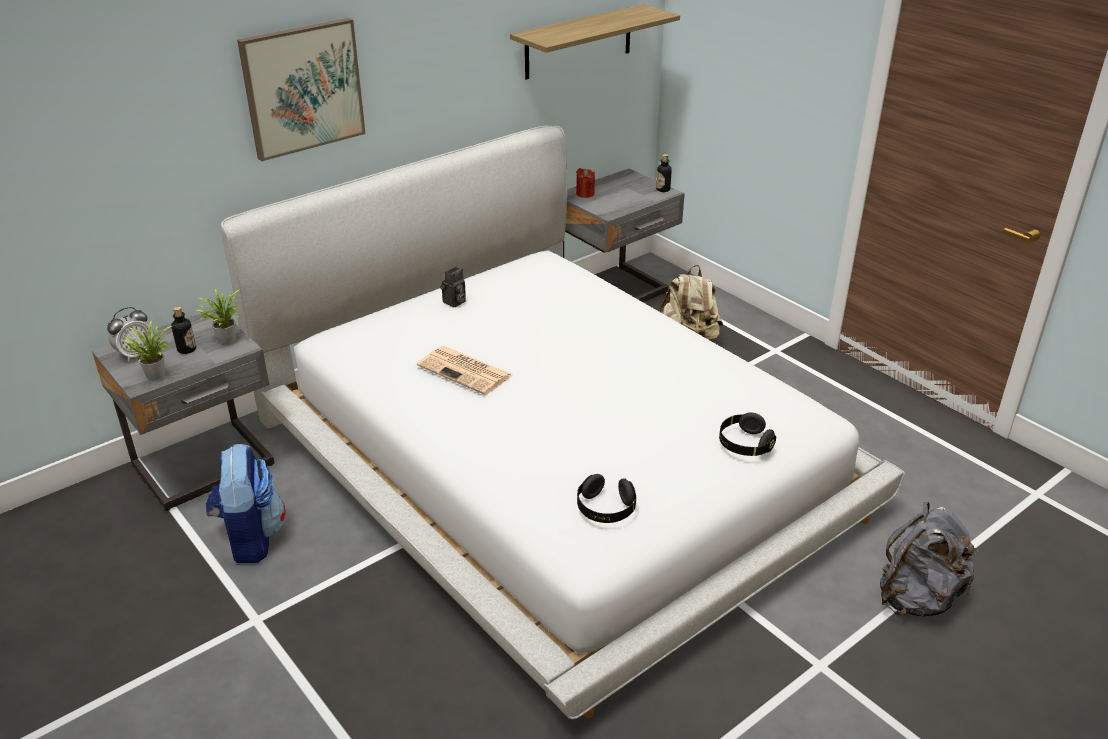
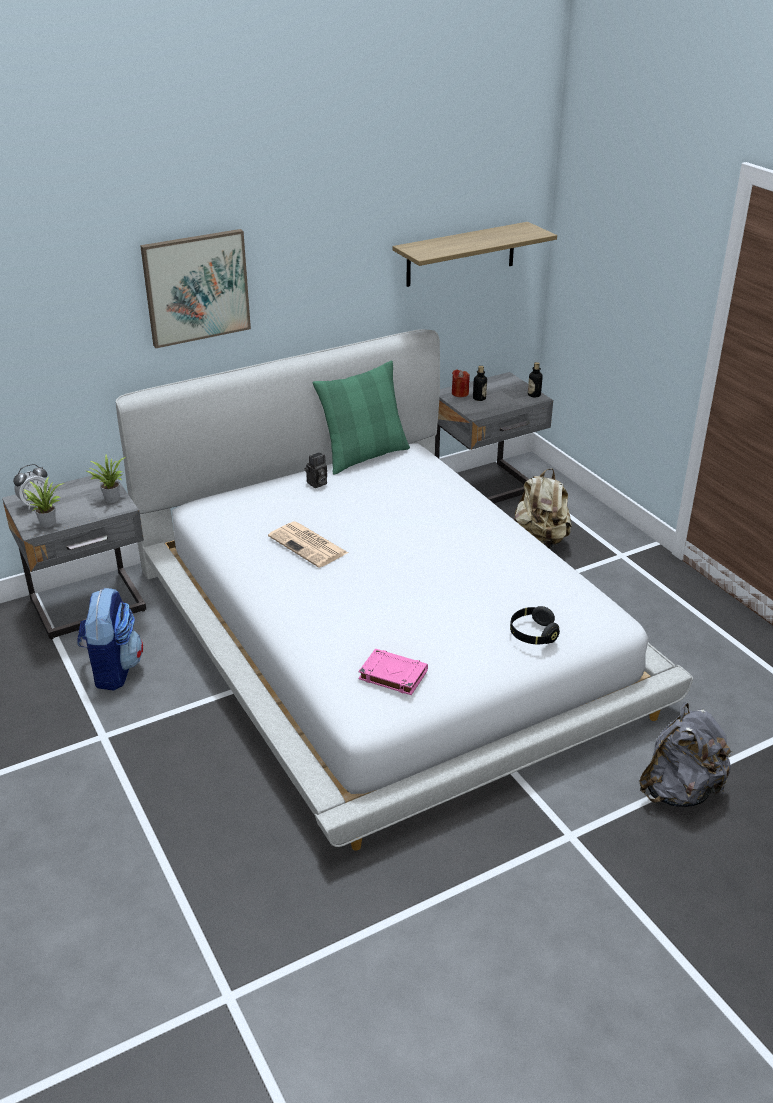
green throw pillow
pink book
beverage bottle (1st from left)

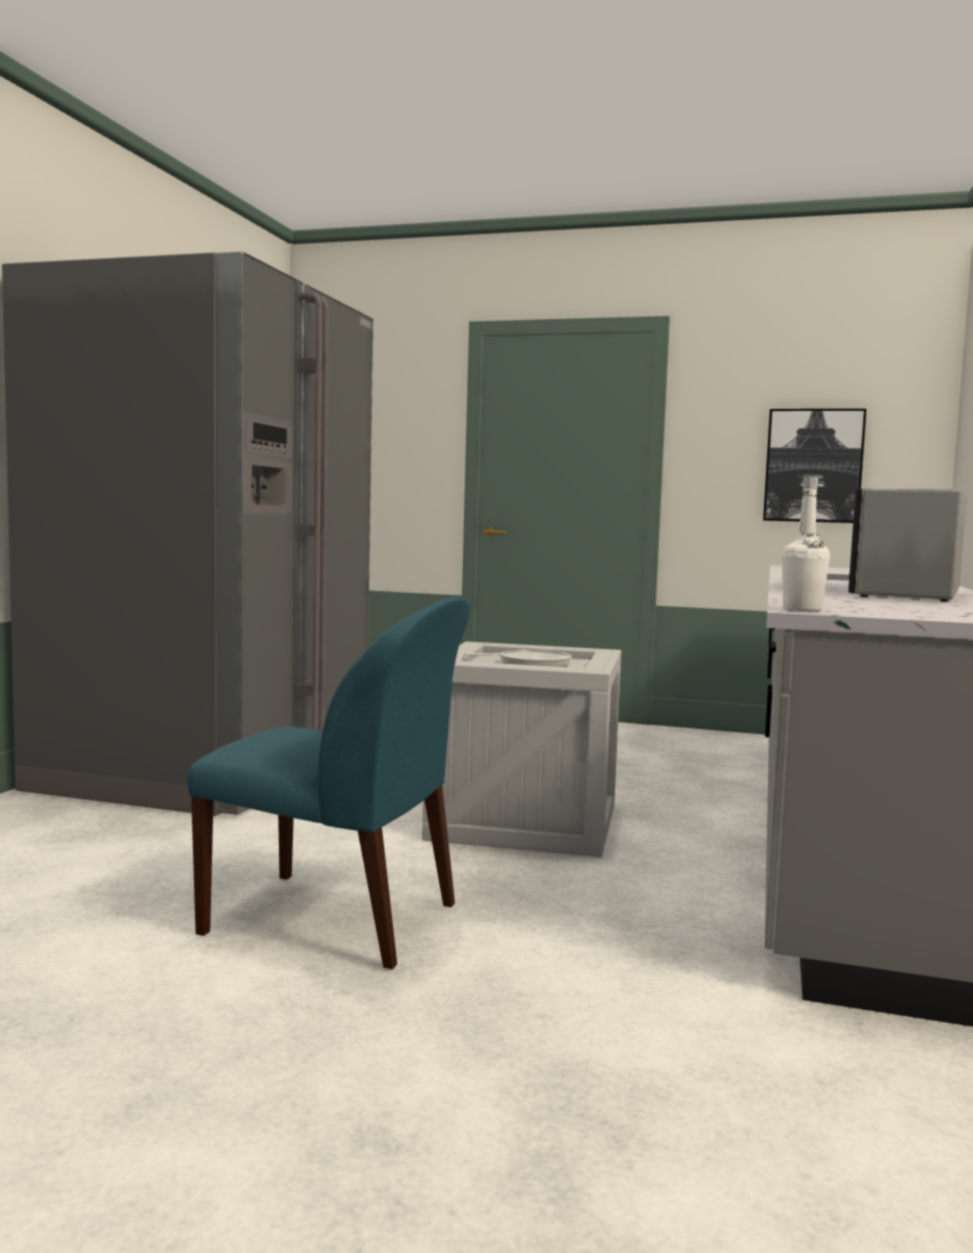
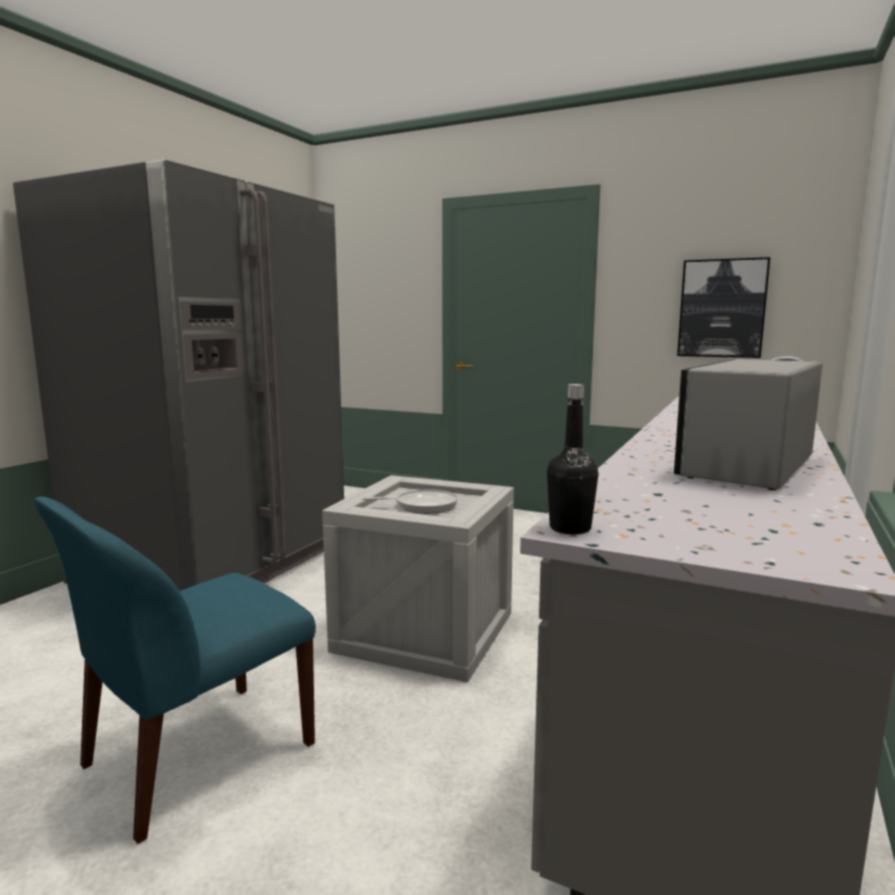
blue chair
blackish beverage bottle

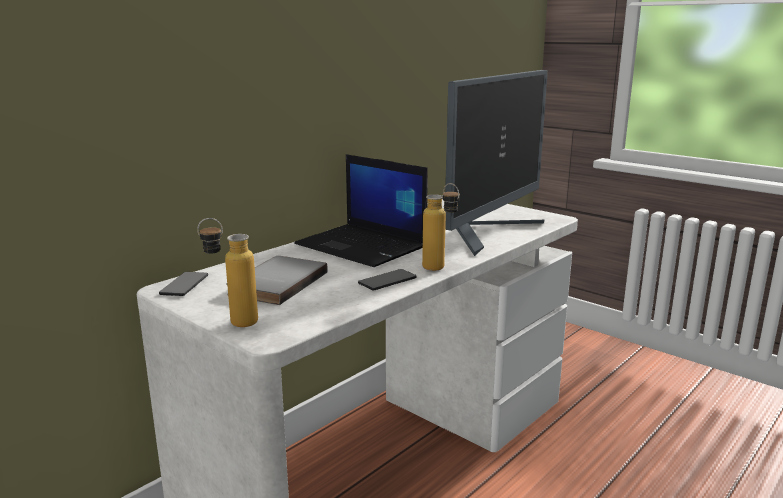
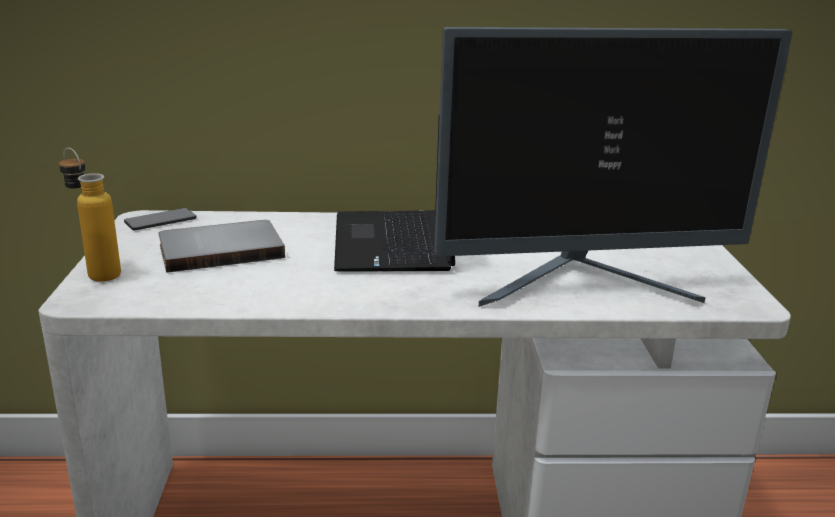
handset (2nd from left in the first image)
beverage bottle (2nd from left in the first image)

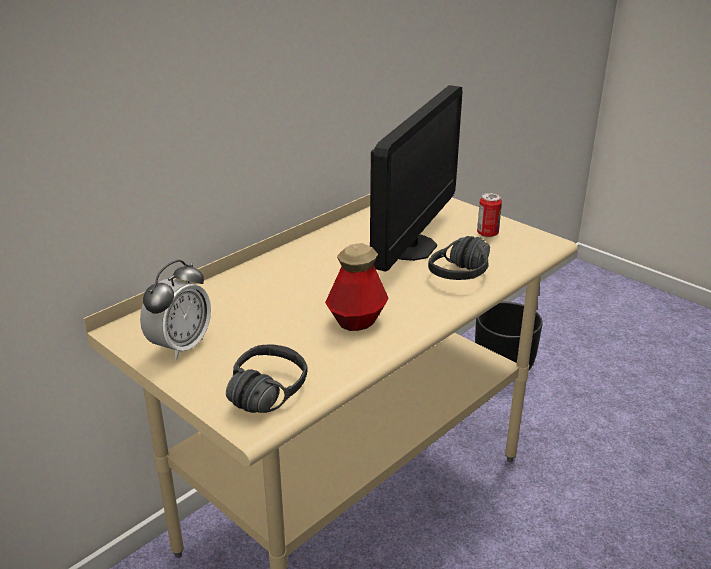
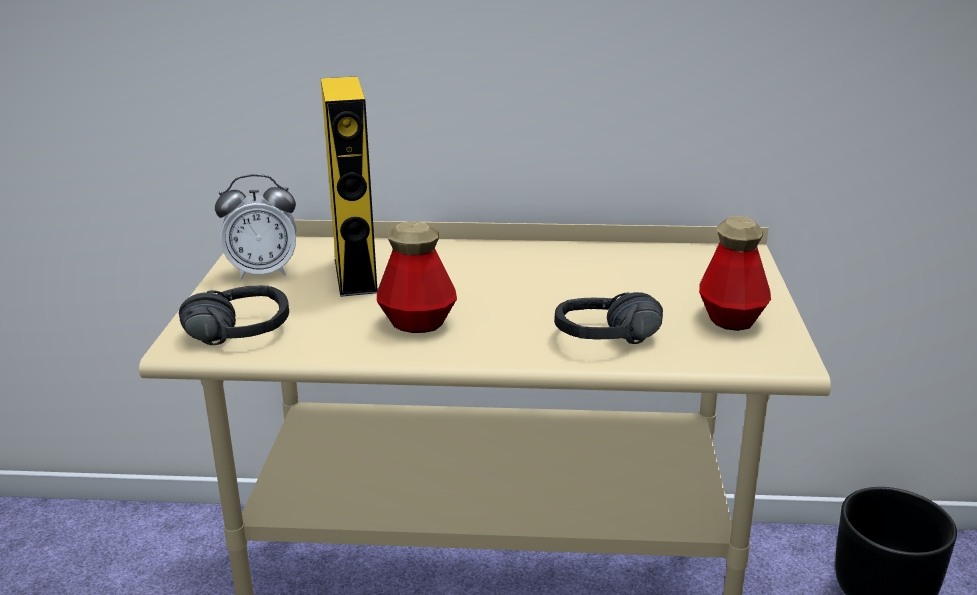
yellow audio speaker
beverage bottle (2nd from left)
computer display

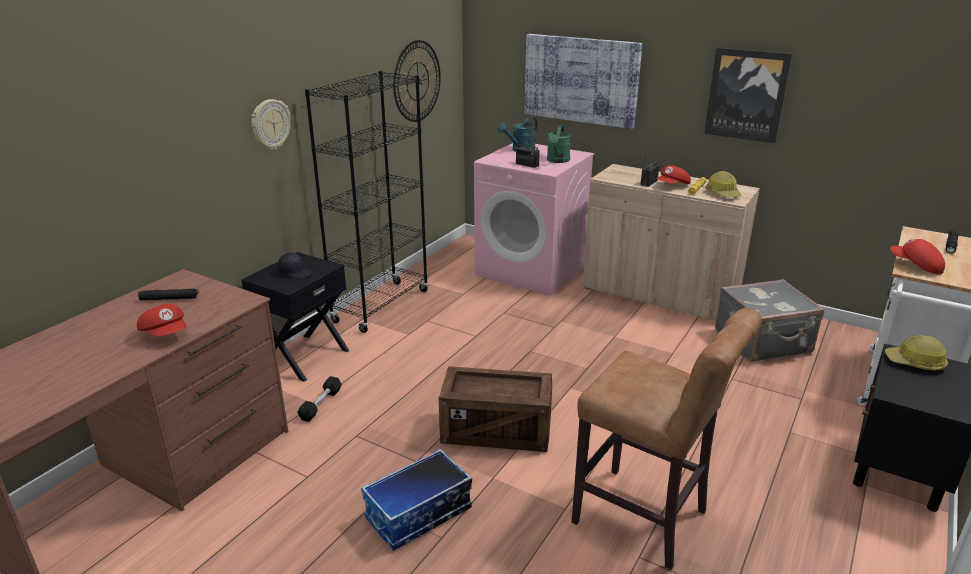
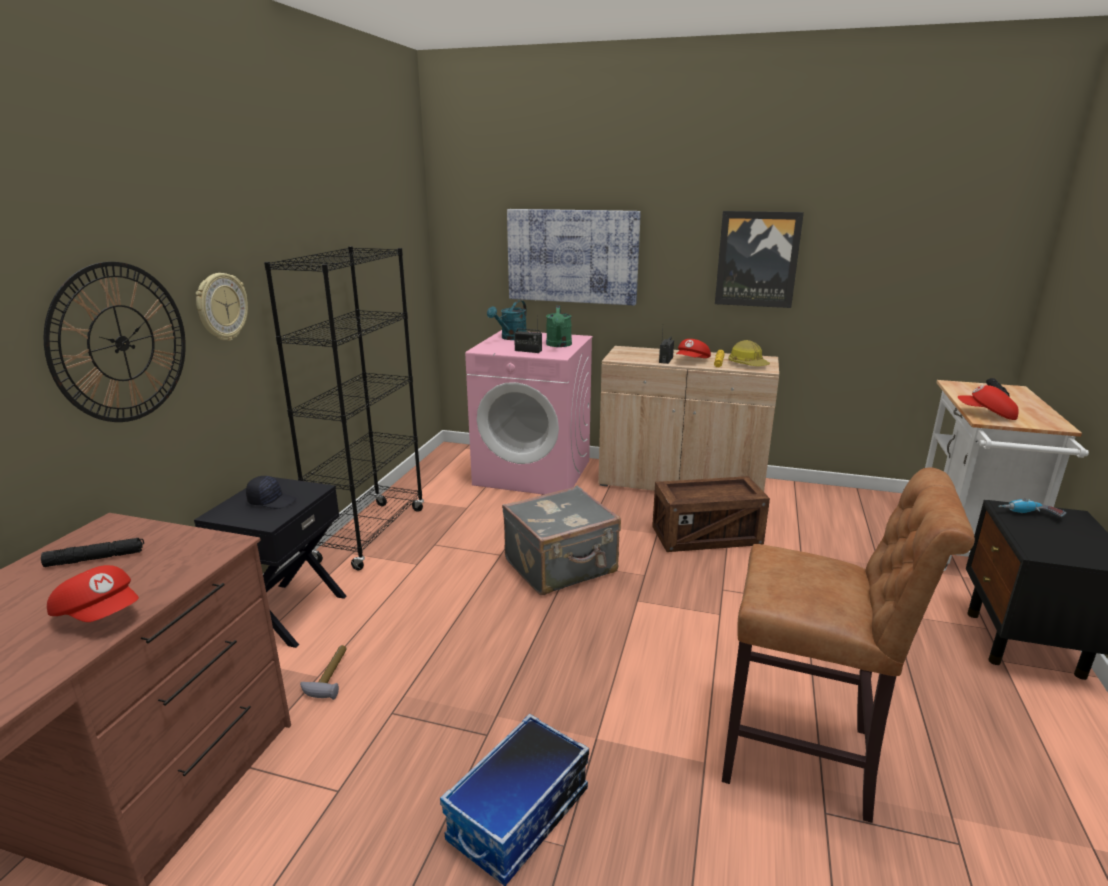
wall clock (1st from left)
tool hammer
greyish piece of luggage
packing crate
power drill

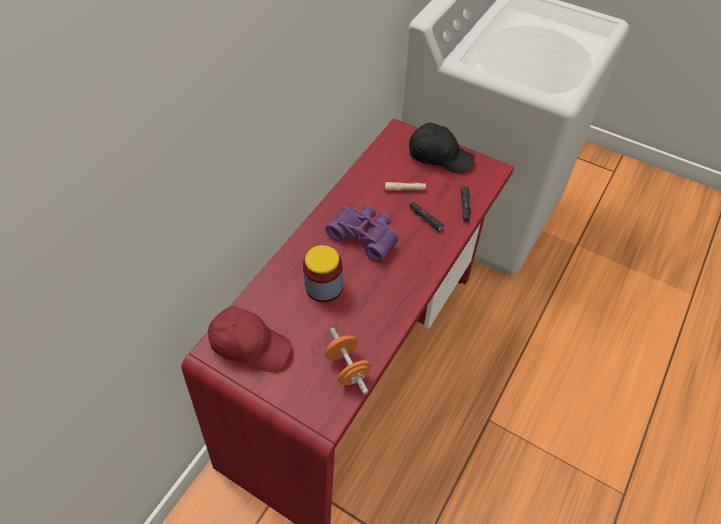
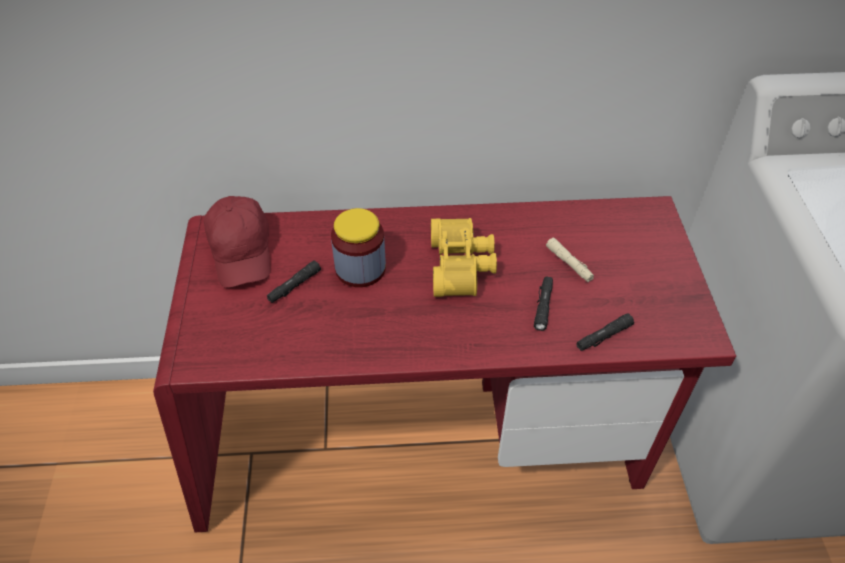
blackish flashlight (1st from left)
yellow binoculars
orange-coloured hand weight
blackish baseball cap

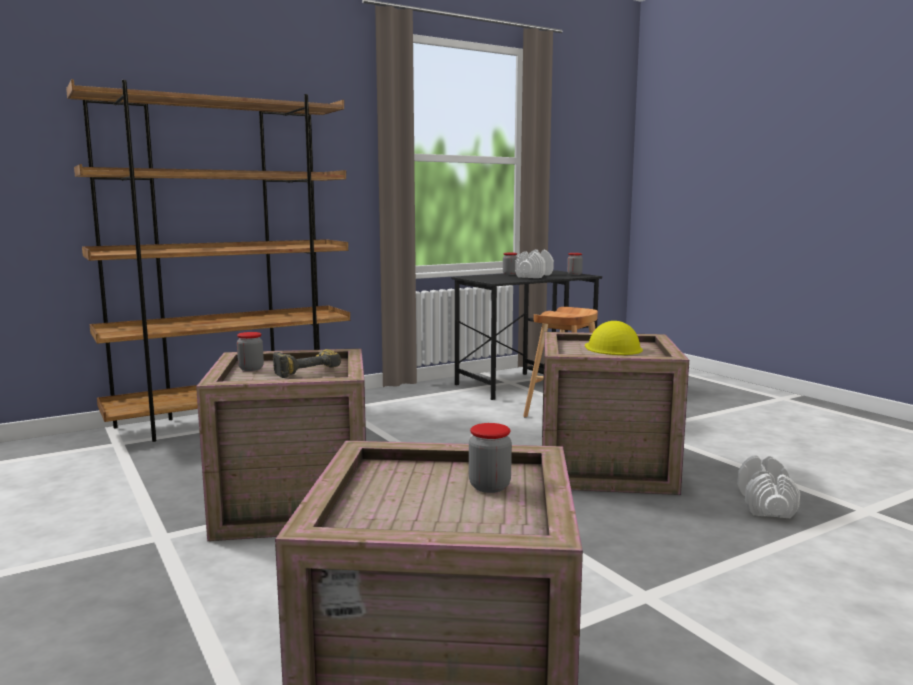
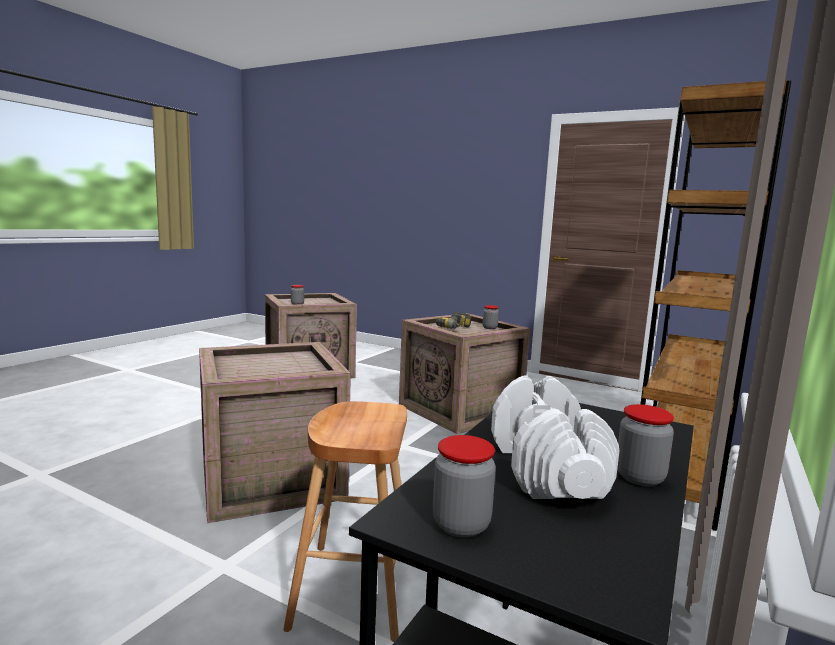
yellow work helmet
white hand weight (2nd from left in the first image)

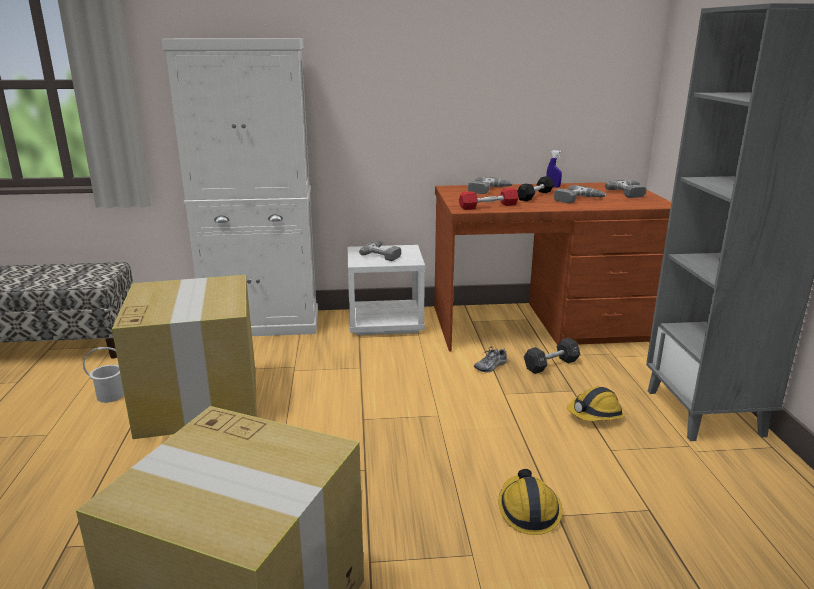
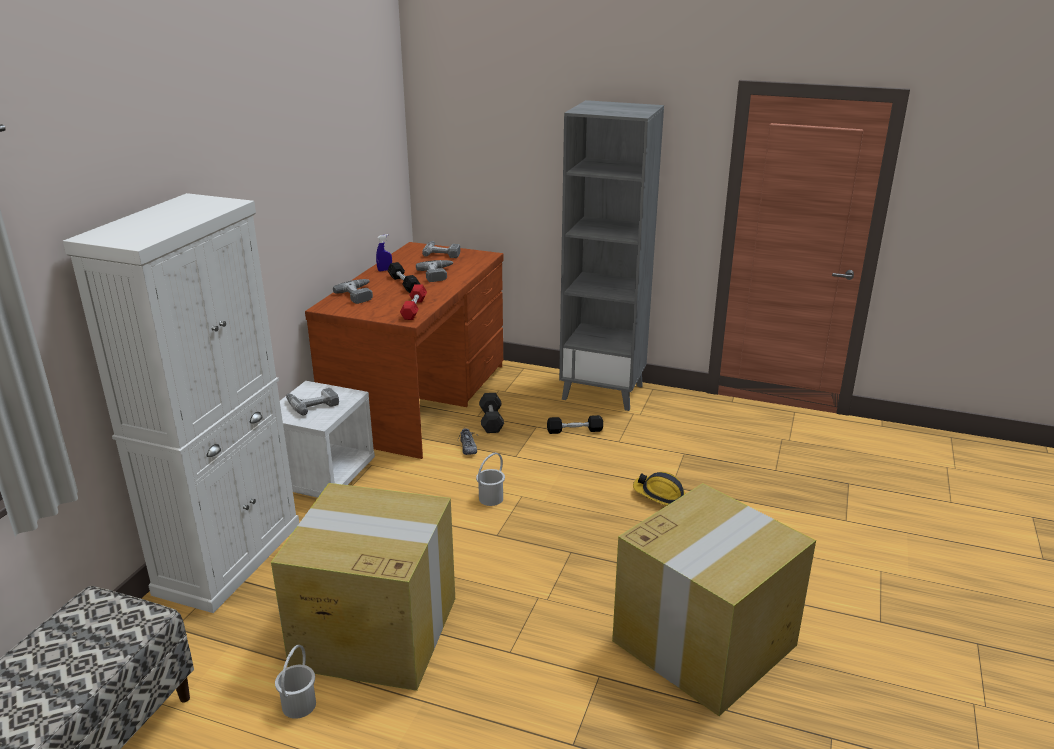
white bucket (2nd from left)
blackish hand weight (3rd from left)

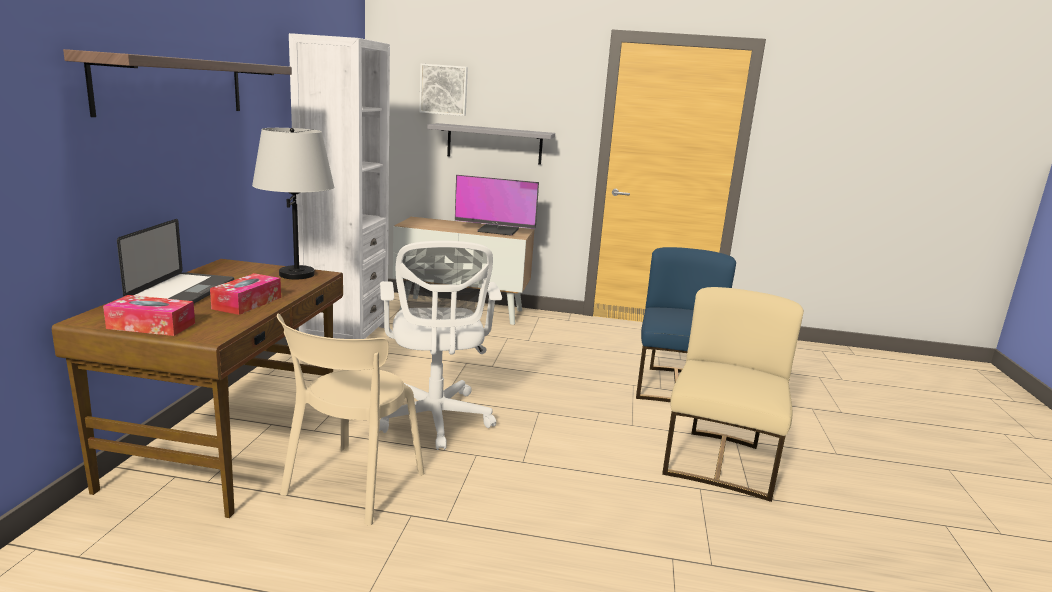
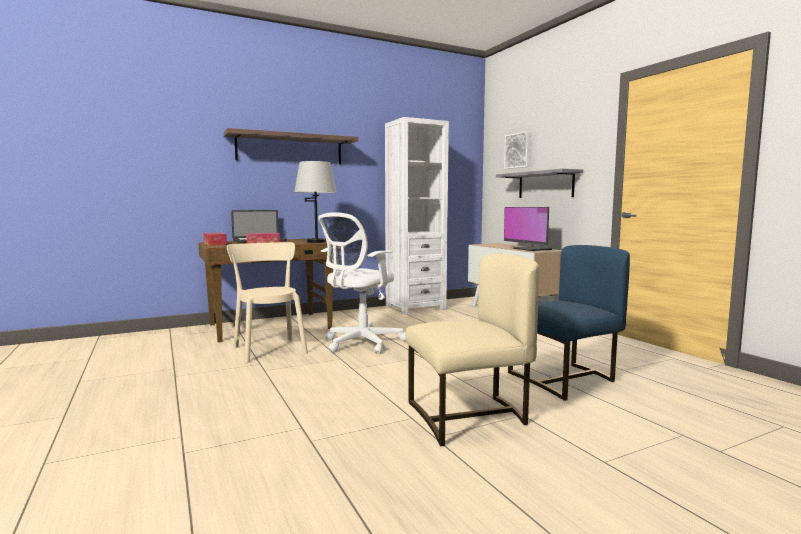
beige chair (1st from left)

